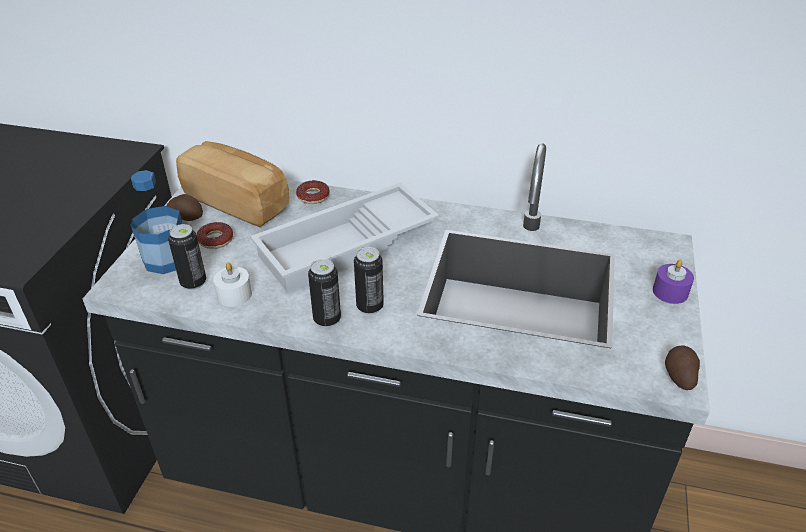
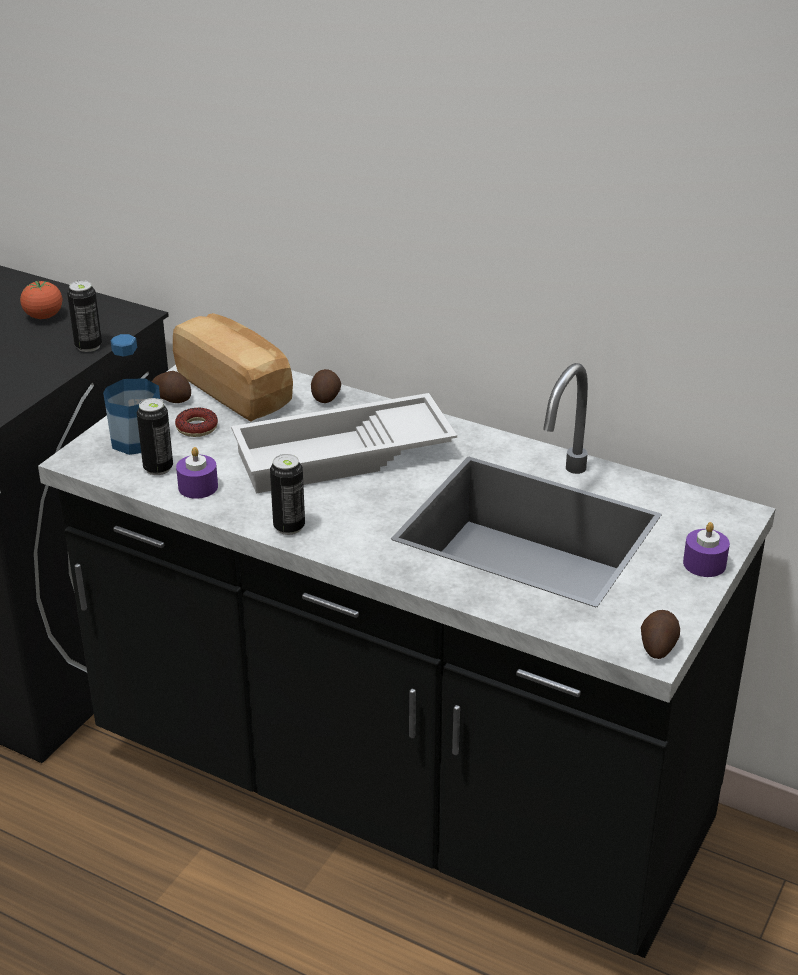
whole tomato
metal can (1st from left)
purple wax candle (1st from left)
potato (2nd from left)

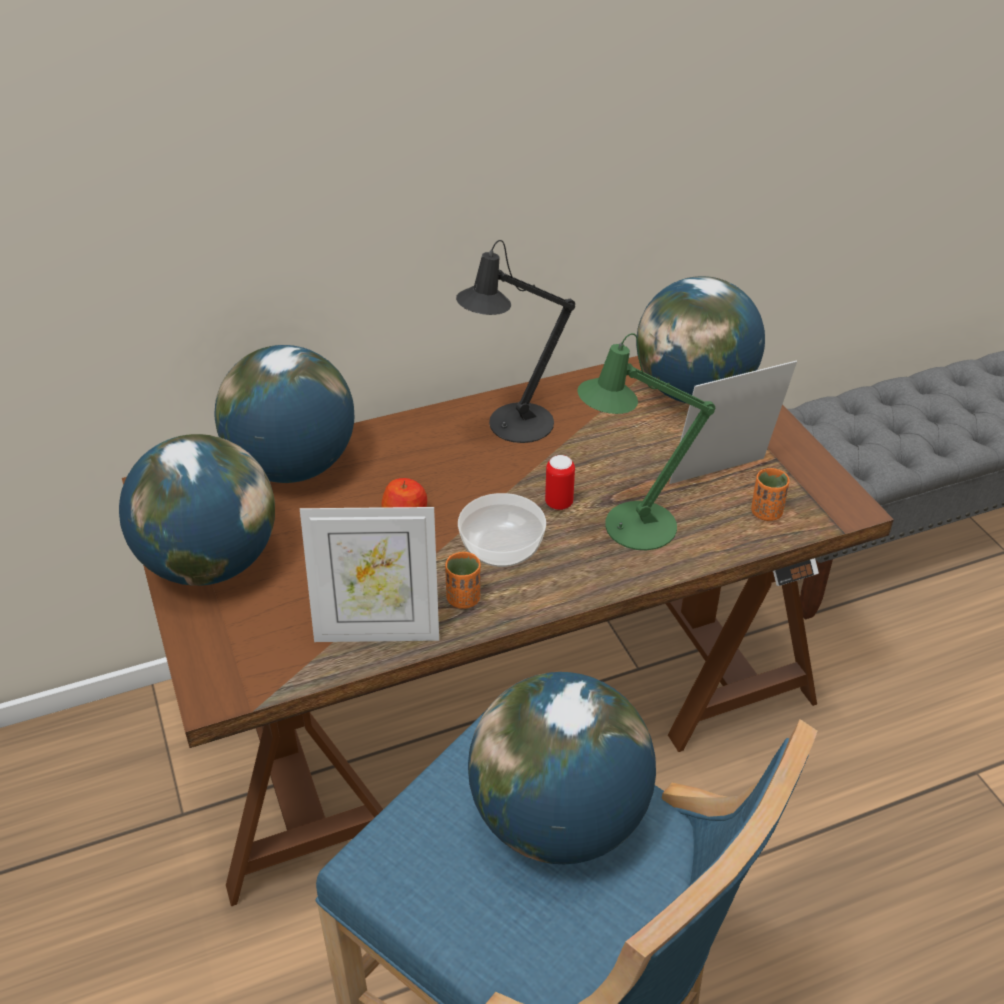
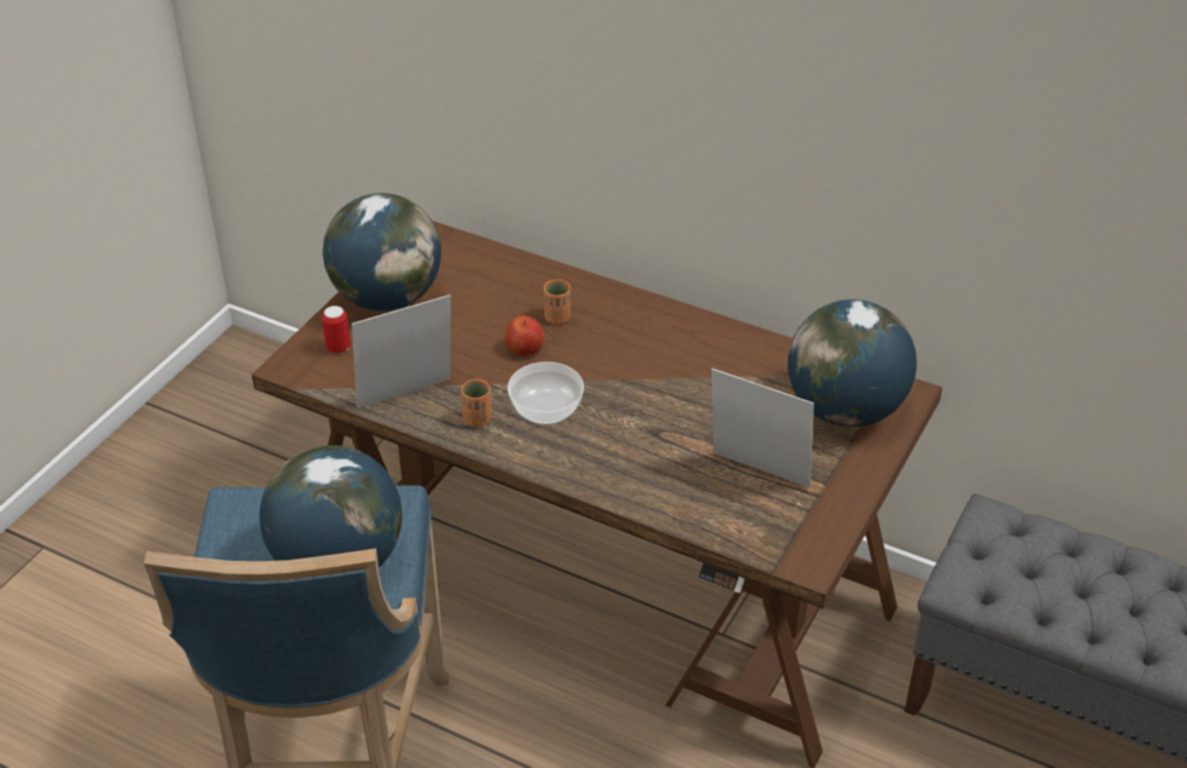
metal can
standing frame (1st from left)
orange-coloured small cup (2nd from left)
globe (2nd from left in the first image)
blackish table lamp
green table lamp

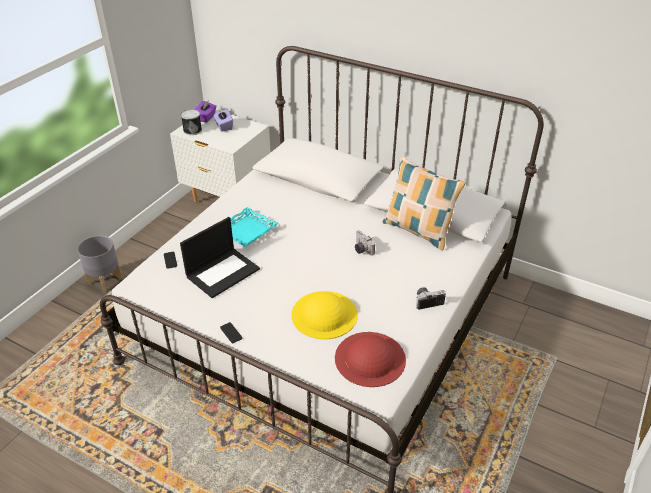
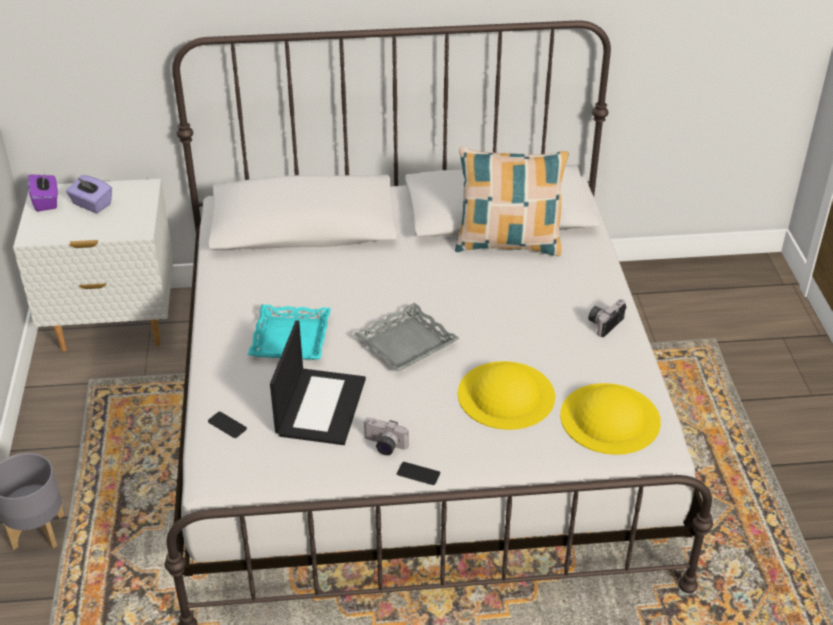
greyish serving tray
photo camera (1st from left)
yellow hat (2nd from left)
metal can

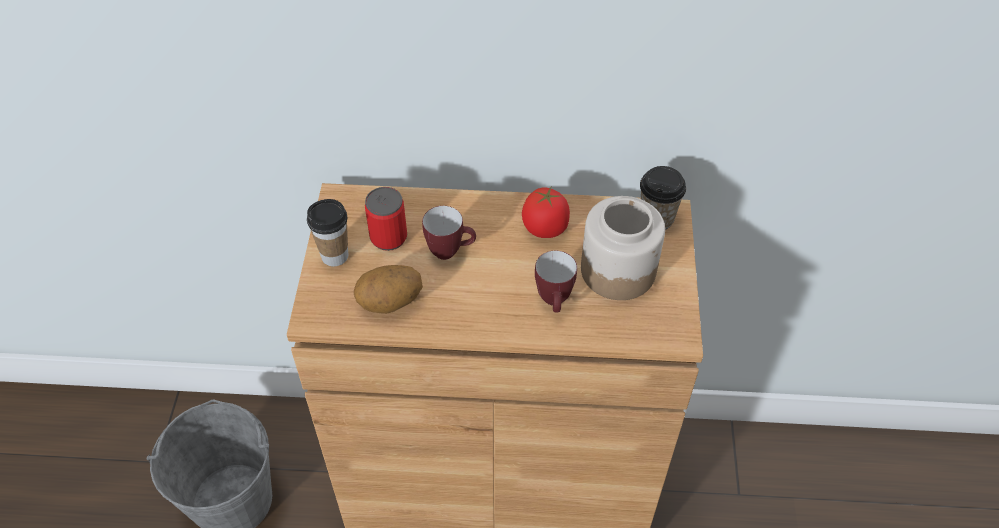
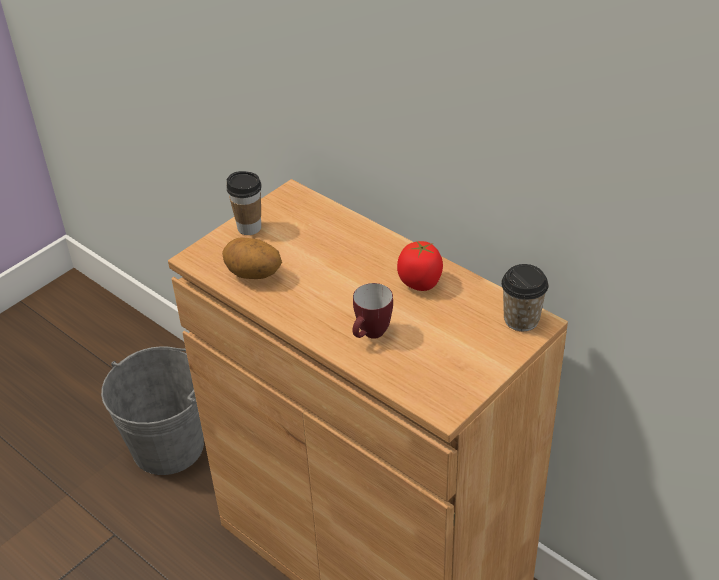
metal can
mug (1st from left in the first image)
storage jar

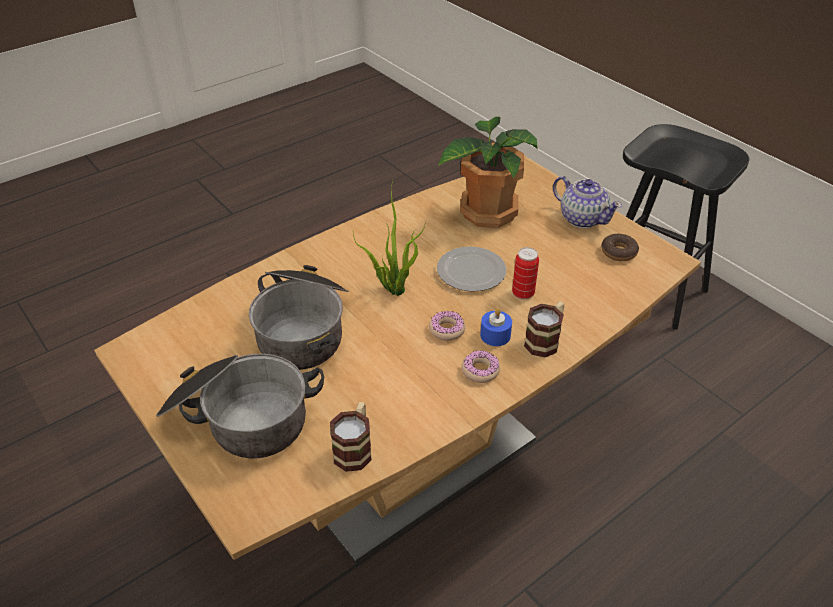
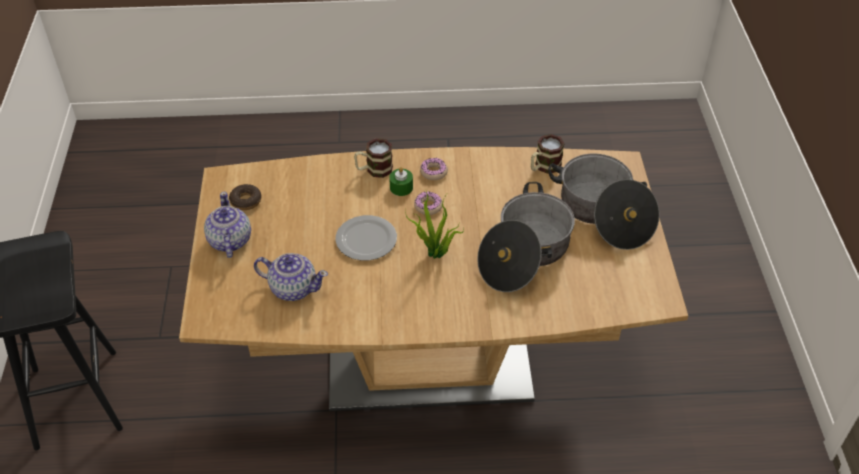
tea pot (2nd from left)
green wax candle
metal can

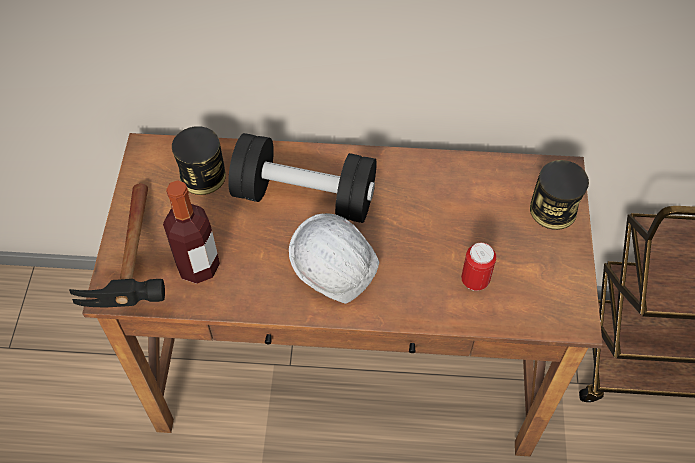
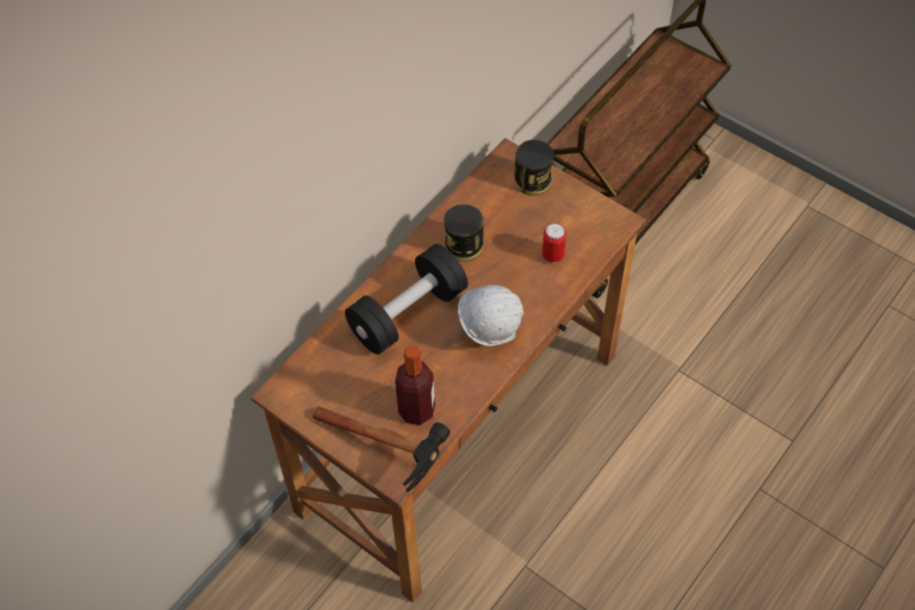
metal can (1st from left)

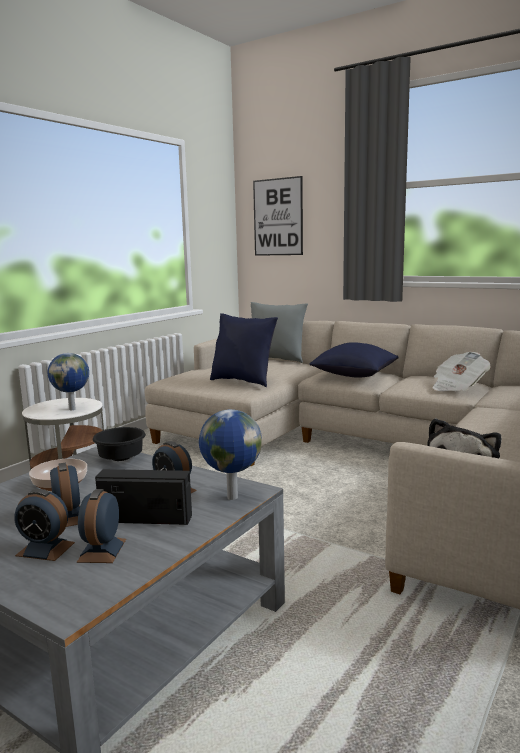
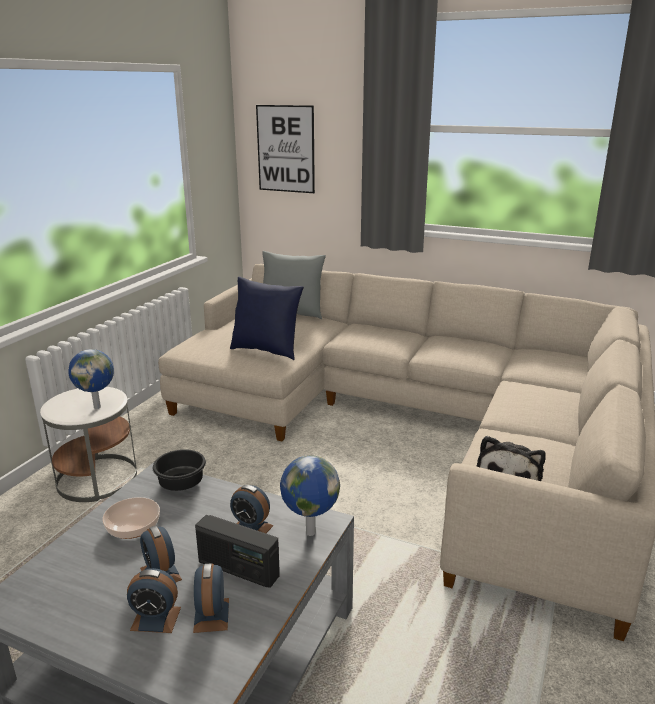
radio receiver
blue throw pillow (2nd from left in the first image)
printed paper

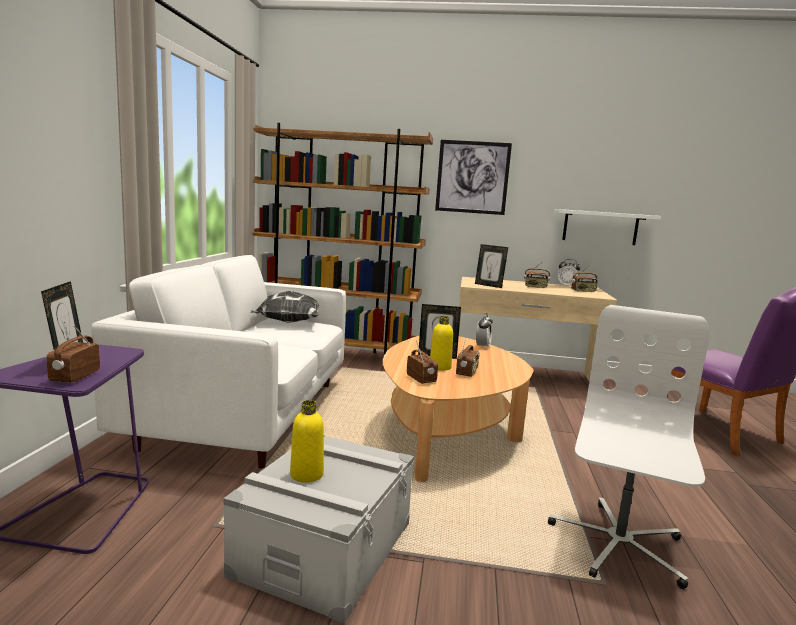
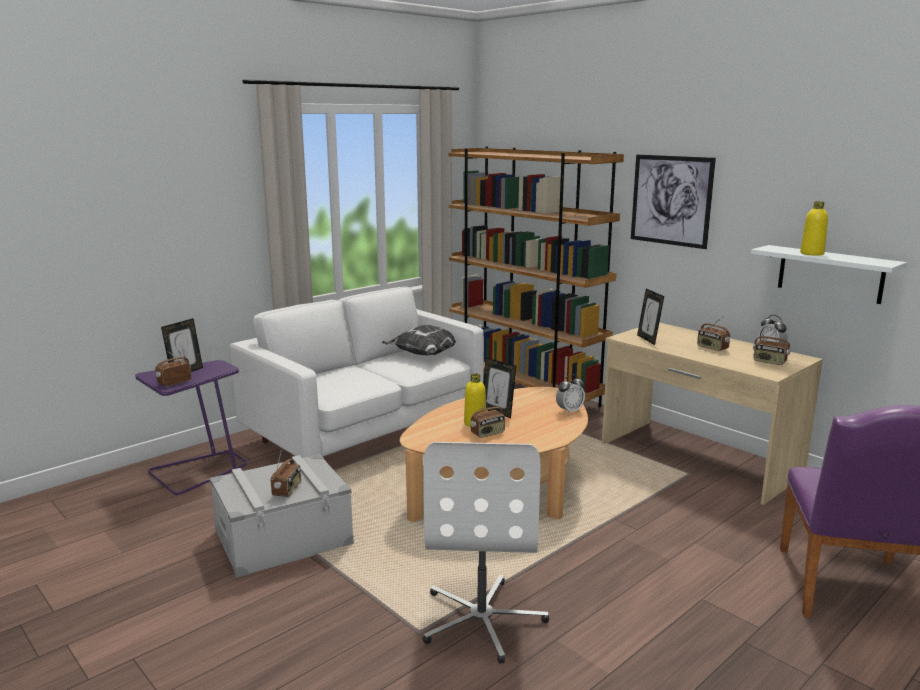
radio receiver (2nd from left)
white computer chair
yellow beverage bottle (2nd from left)

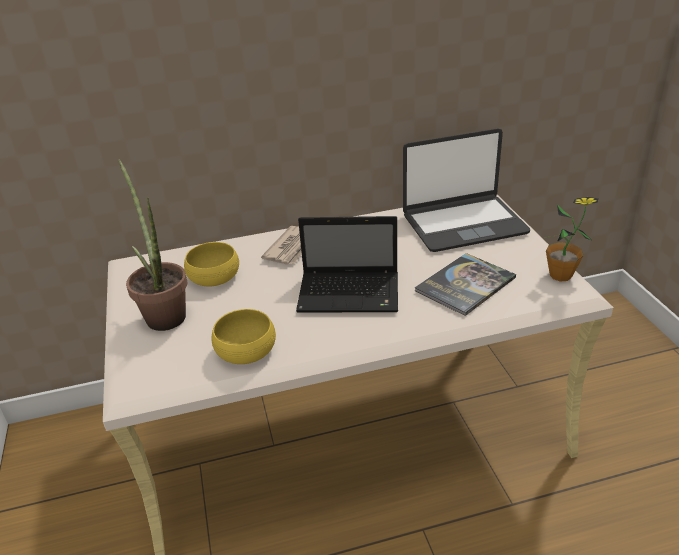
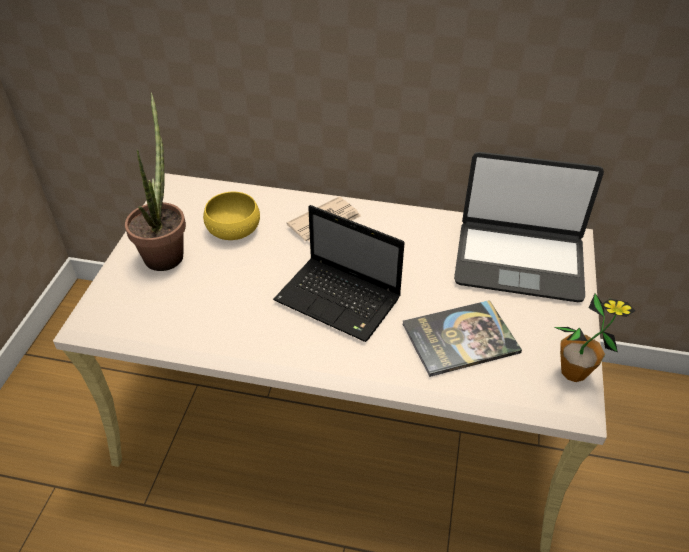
yellow bowl (2nd from left in the first image)

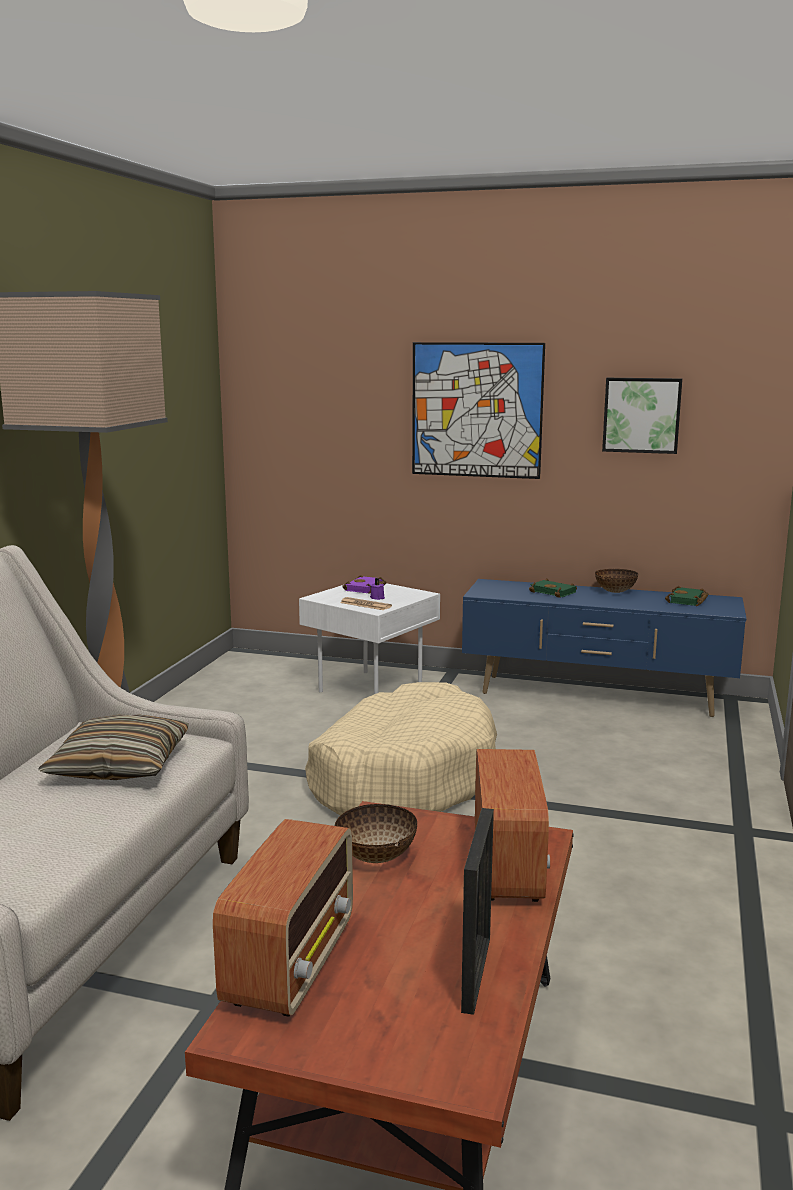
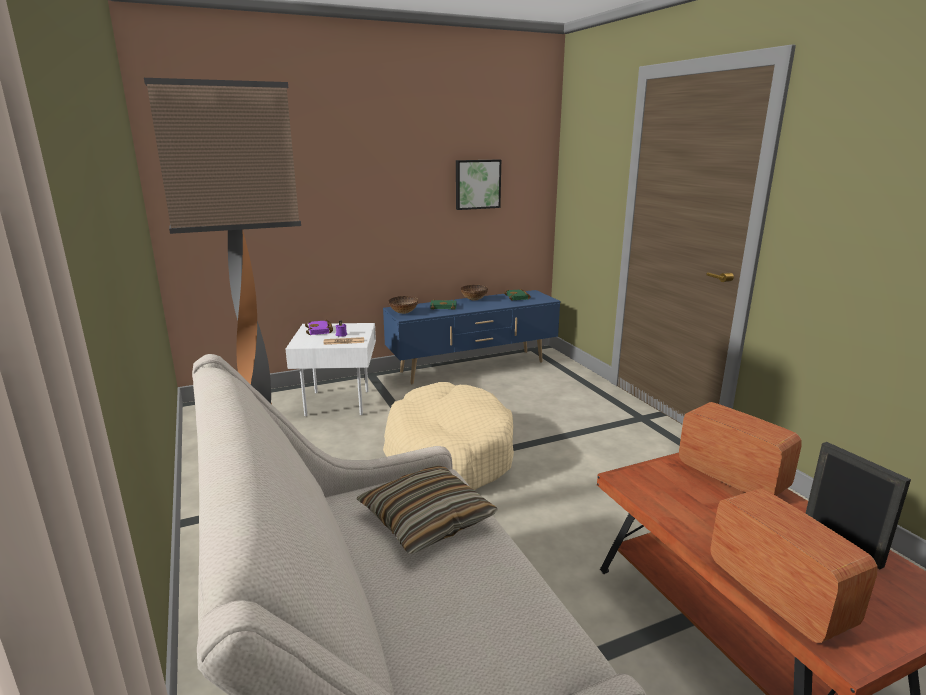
bowl (1st from left)
wall picture (1st from left in the first image)

